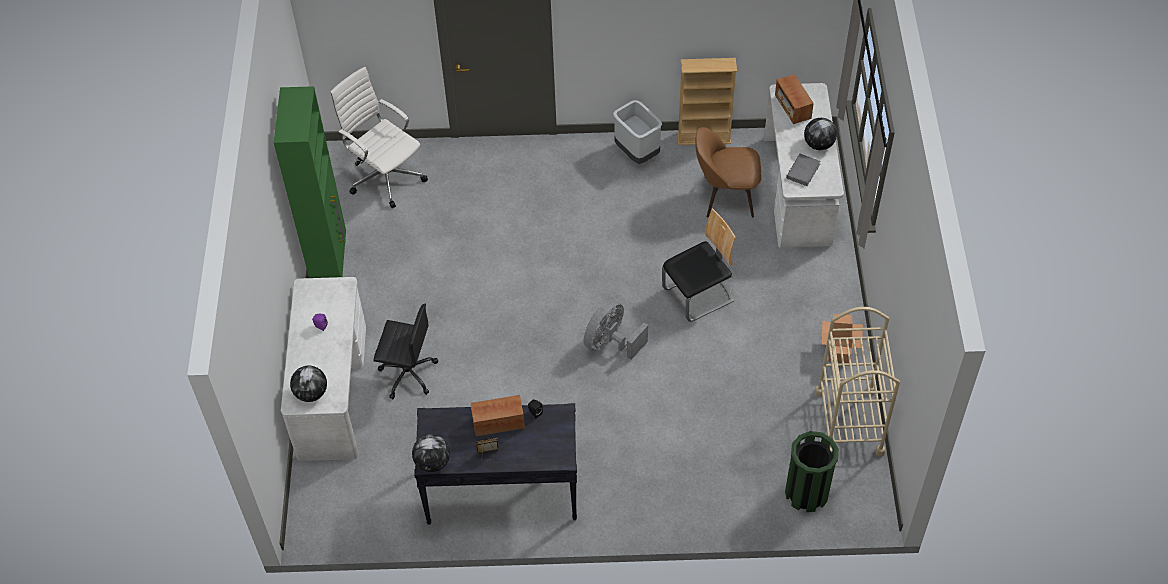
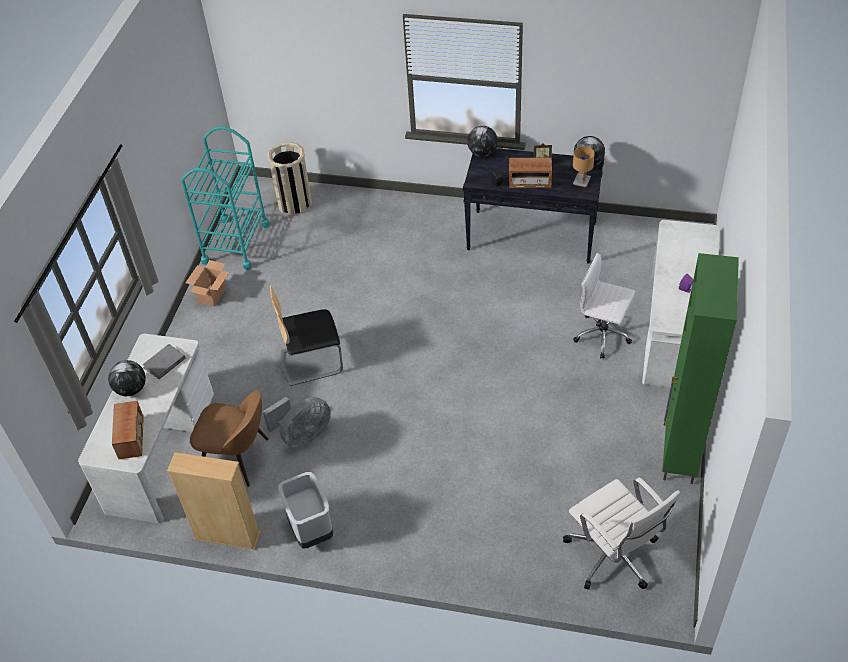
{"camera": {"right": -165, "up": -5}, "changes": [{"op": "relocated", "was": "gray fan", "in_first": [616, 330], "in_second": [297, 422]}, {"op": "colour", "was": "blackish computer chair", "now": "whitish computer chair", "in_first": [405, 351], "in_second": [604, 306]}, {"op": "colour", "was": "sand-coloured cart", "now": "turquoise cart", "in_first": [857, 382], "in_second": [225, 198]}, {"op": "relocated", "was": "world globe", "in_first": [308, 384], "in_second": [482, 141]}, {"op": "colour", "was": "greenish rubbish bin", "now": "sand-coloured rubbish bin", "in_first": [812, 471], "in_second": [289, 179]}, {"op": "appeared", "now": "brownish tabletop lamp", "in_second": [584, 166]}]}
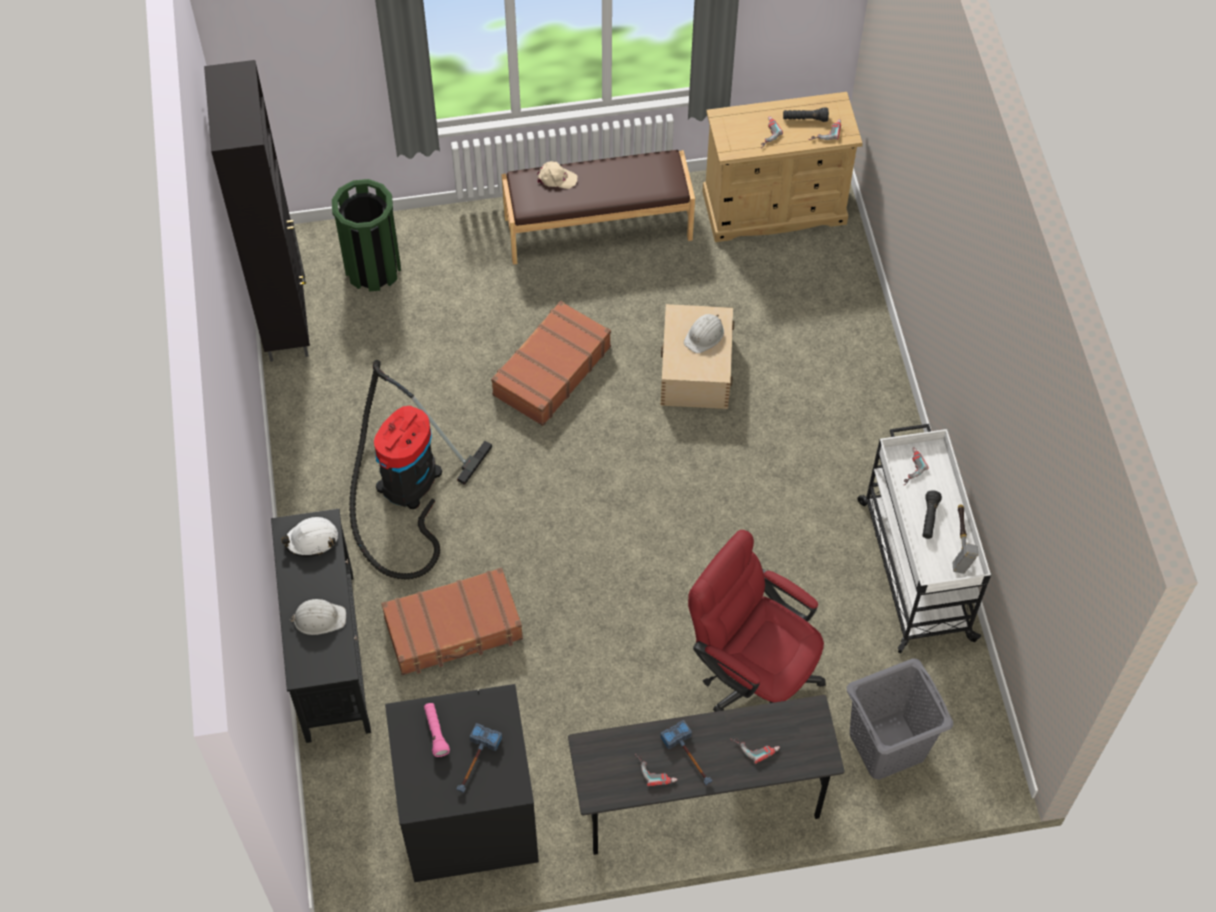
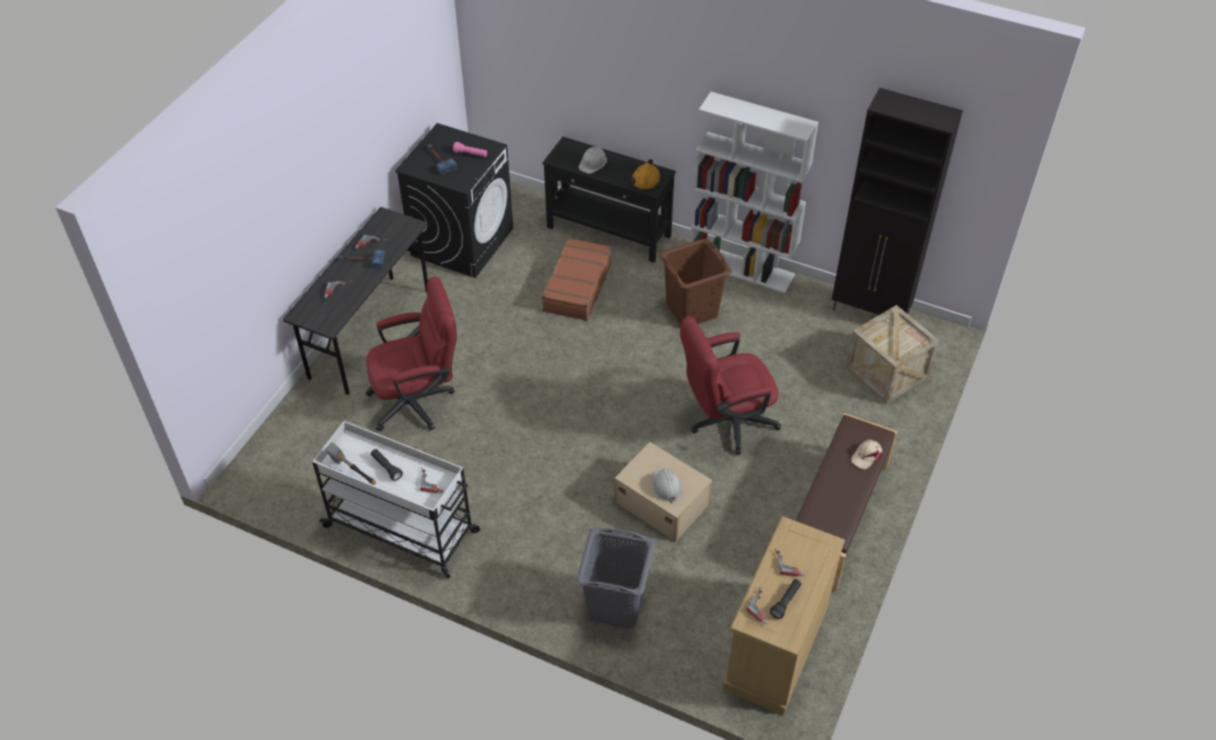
{"camera": {"right": 125, "up": -10}, "changes": [{"op": "exchanged", "was": "greenish rubbish bin", "now": "crate", "in_first": [366, 235], "in_second": [892, 354]}, {"op": "exchanged", "was": "brownish suitcase", "now": "reddish computer chair", "in_first": [551, 363], "in_second": [730, 385]}, {"op": "exchanged", "was": "vacuum cleaner", "now": "brownish laundry basket", "in_first": [420, 470], "in_second": [696, 281]}, {"op": "colour", "was": "whitish hard hat", "now": "orangey hard hat", "in_first": [309, 537], "in_second": [645, 175]}, {"op": "relocated", "was": "gray laundry basket", "in_first": [900, 719], "in_second": [615, 578]}, {"op": "appeared", "now": "whitish bookcase", "in_second": [754, 192]}]}
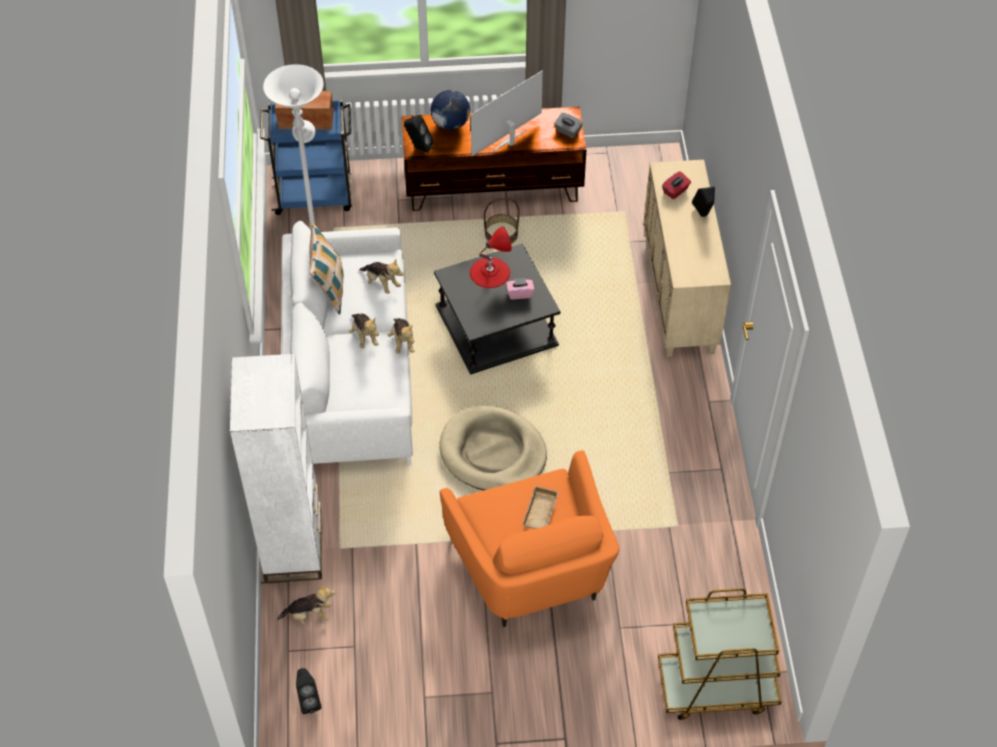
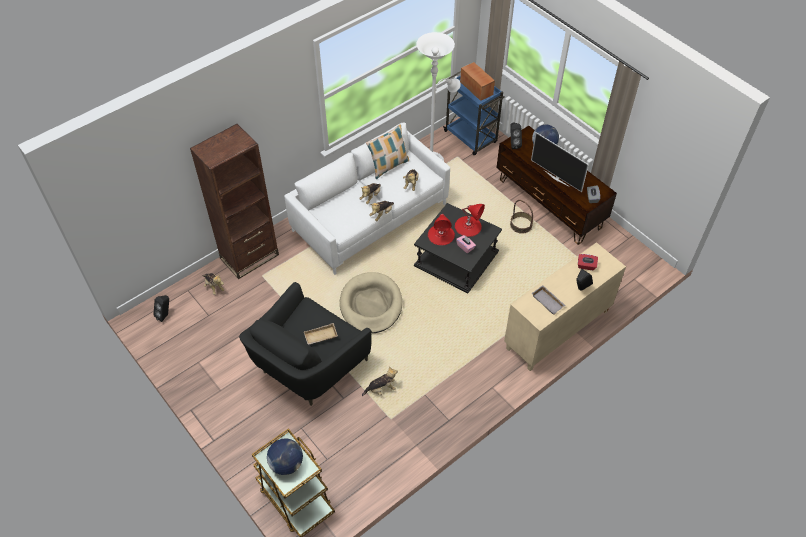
{"camera": {"right": 55, "up": 0}, "changes": [{"op": "spun", "was": "TV", "in_first": [507, 113], "in_second": [560, 162], "clockwise": -150}, {"op": "colour", "was": "whitish bookcase", "now": "brownish bookcase", "in_first": [276, 468], "in_second": [234, 201]}, {"op": "colour", "was": "orangey easy chair", "now": "blackish easy chair", "in_first": [530, 538], "in_second": [305, 344]}, {"op": "appeared", "now": "reddish tabletop lamp", "in_second": [441, 229]}, {"op": "appeared", "now": "gray serving tray", "in_second": [548, 300]}, {"op": "appeared", "now": "soft toy", "in_second": [380, 381]}, {"op": "appeared", "now": "world globe", "in_second": [285, 457]}]}
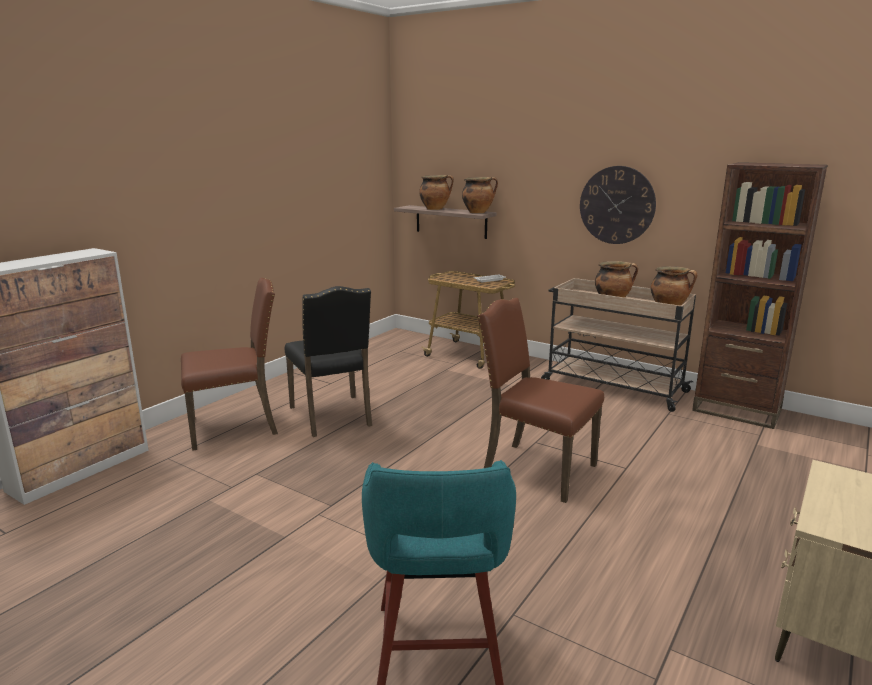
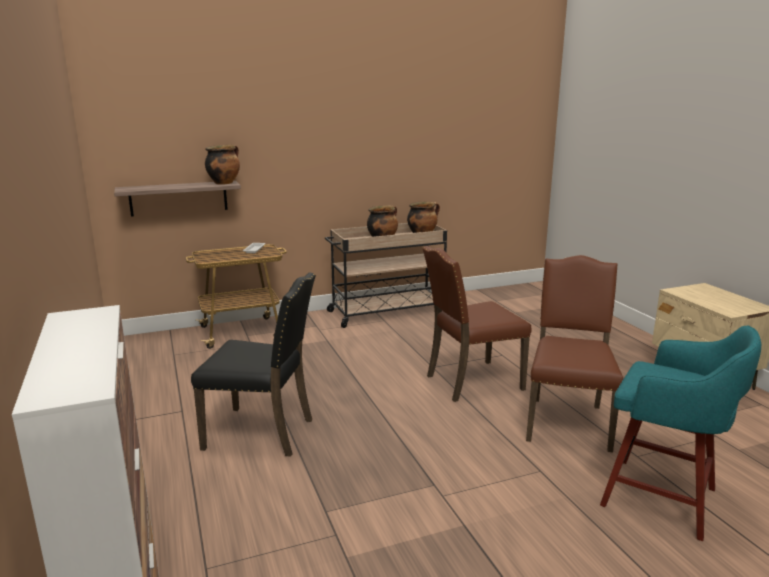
{"camera": {"right": -55, "up": 0}, "changes": [{"op": "missing", "was": "brownish bookcase", "in_first": [760, 295]}, {"op": "missing", "was": "clock on the wall", "in_first": [618, 205]}, {"op": "missing", "was": "saucepot", "in_first": [436, 192]}, {"op": "relocated", "was": "brownish plain chair", "in_first": [229, 364], "in_second": [574, 353]}]}
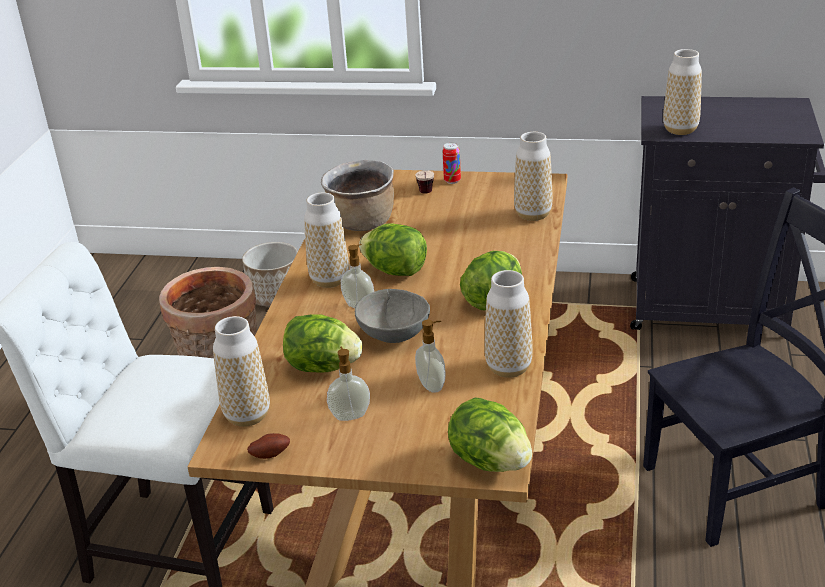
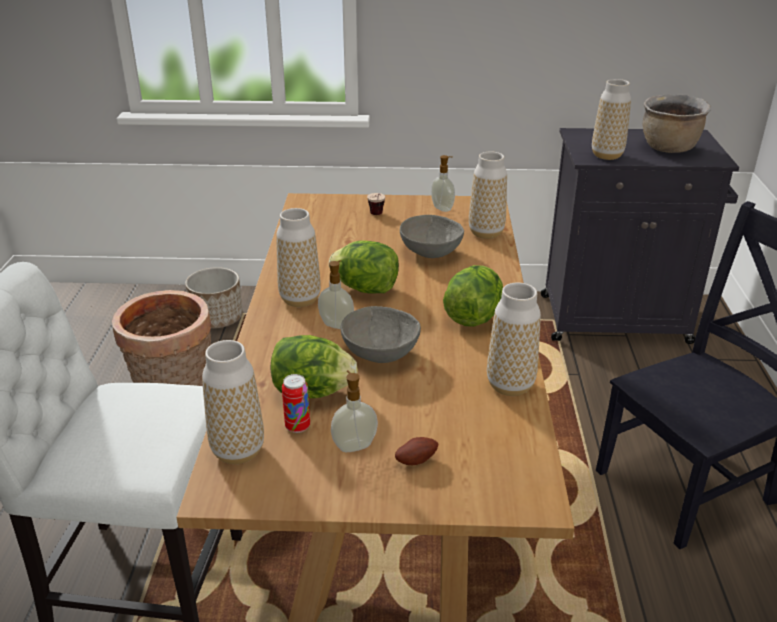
{"camera": {"right": -10, "up": 0}, "changes": [{"op": "relocated", "was": "sealed can", "in_first": [452, 163], "in_second": [296, 403]}, {"op": "relocated", "was": "brownish saucepot", "in_first": [357, 195], "in_second": [677, 123]}, {"op": "relocated", "was": "soap dispenser", "in_first": [430, 356], "in_second": [443, 183]}, {"op": "missing", "was": "head of lettuce", "in_first": [490, 435]}, {"op": "relocated", "was": "spud", "in_first": [268, 446], "in_second": [416, 451]}, {"op": "appeared", "now": "gray serving bowl", "in_second": [432, 236]}]}
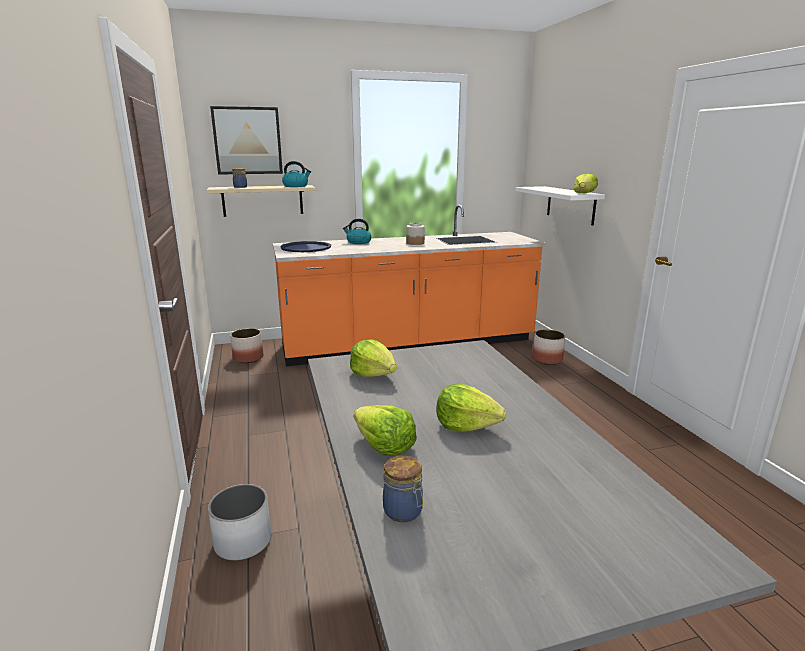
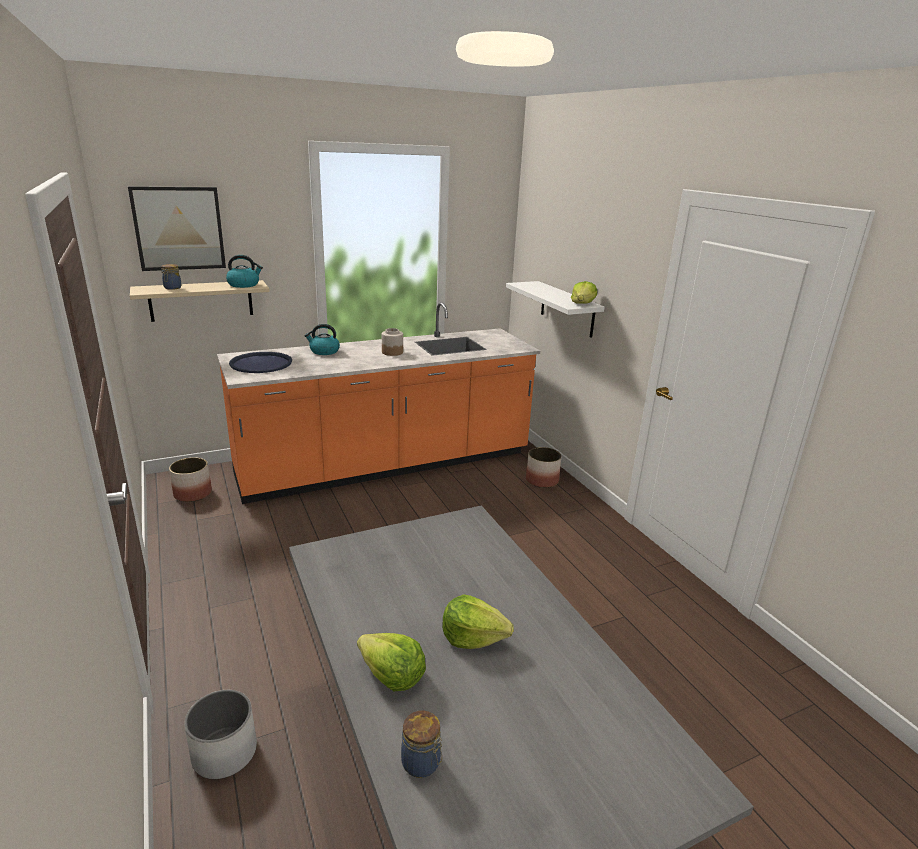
{"camera": {"right": -10, "up": 5}, "changes": [{"op": "missing", "was": "head of lettuce", "in_first": [373, 358]}]}
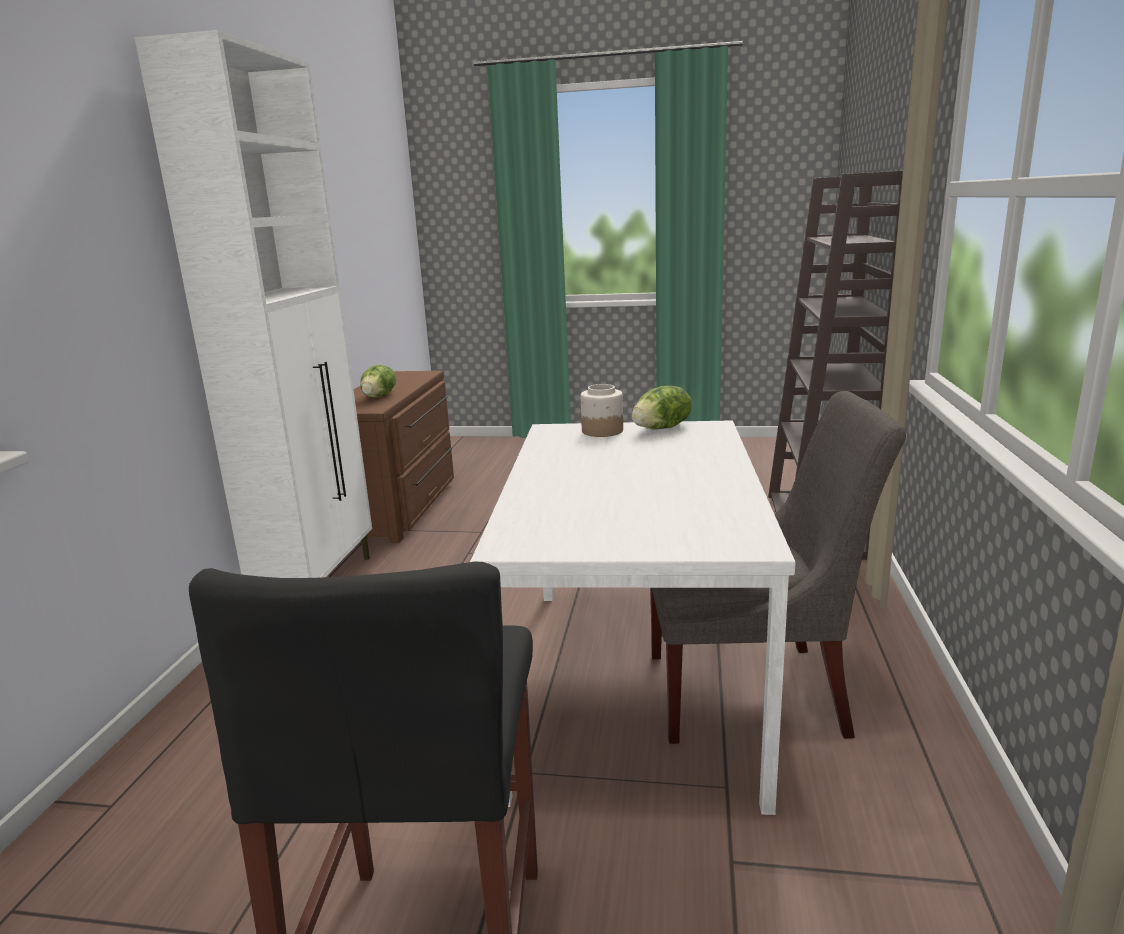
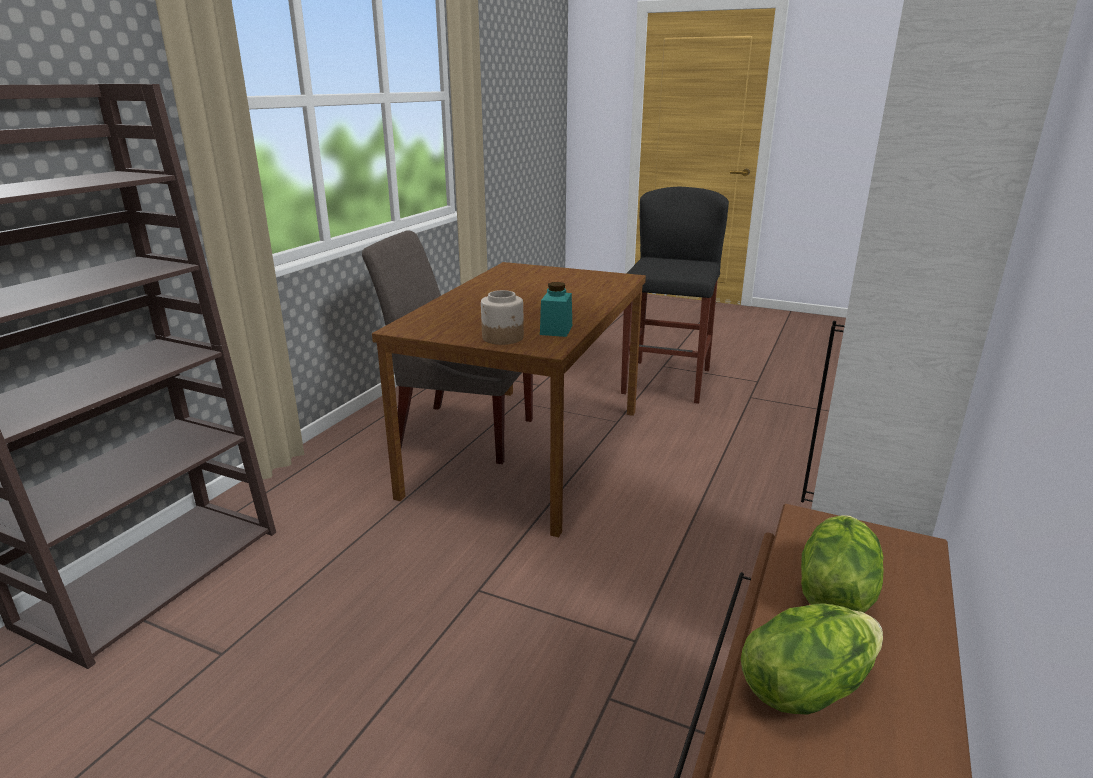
{"camera": {"right": -165, "up": 5}, "changes": [{"op": "relocated", "was": "head of lettuce", "in_first": [662, 407], "in_second": [812, 659]}, {"op": "colour", "was": "whitish dining table", "now": "brownish dining table", "in_first": [632, 617], "in_second": [509, 400]}, {"op": "appeared", "now": "turquoise storage jar", "in_second": [556, 309]}]}
